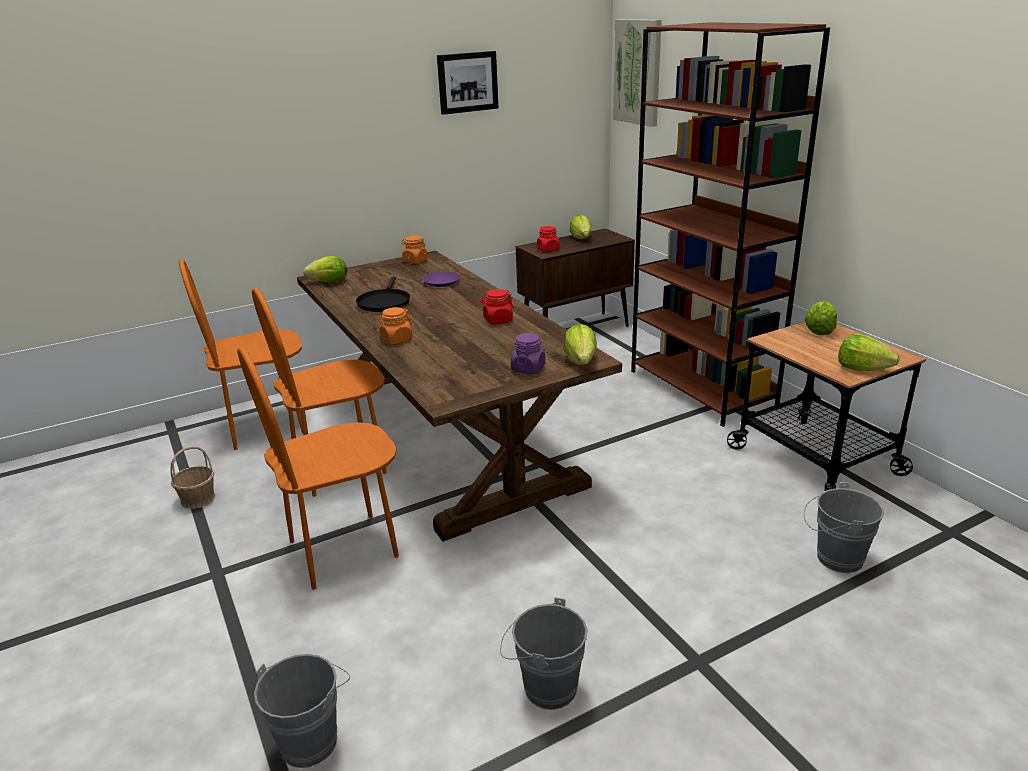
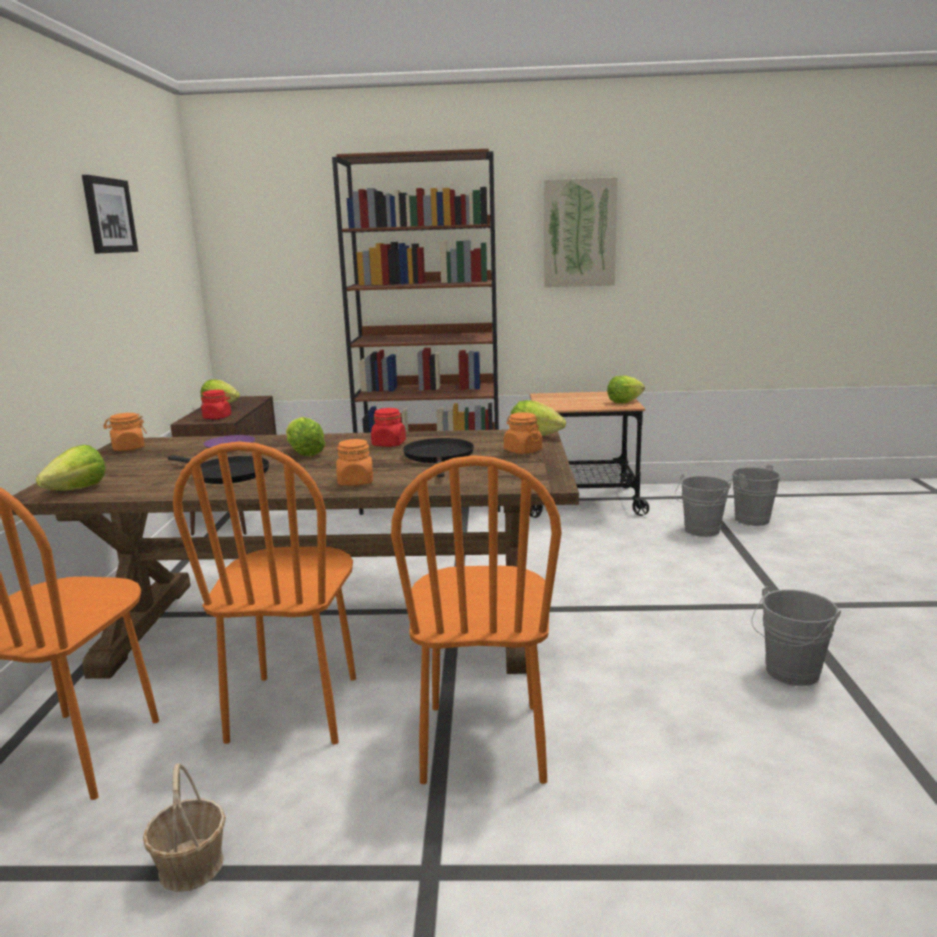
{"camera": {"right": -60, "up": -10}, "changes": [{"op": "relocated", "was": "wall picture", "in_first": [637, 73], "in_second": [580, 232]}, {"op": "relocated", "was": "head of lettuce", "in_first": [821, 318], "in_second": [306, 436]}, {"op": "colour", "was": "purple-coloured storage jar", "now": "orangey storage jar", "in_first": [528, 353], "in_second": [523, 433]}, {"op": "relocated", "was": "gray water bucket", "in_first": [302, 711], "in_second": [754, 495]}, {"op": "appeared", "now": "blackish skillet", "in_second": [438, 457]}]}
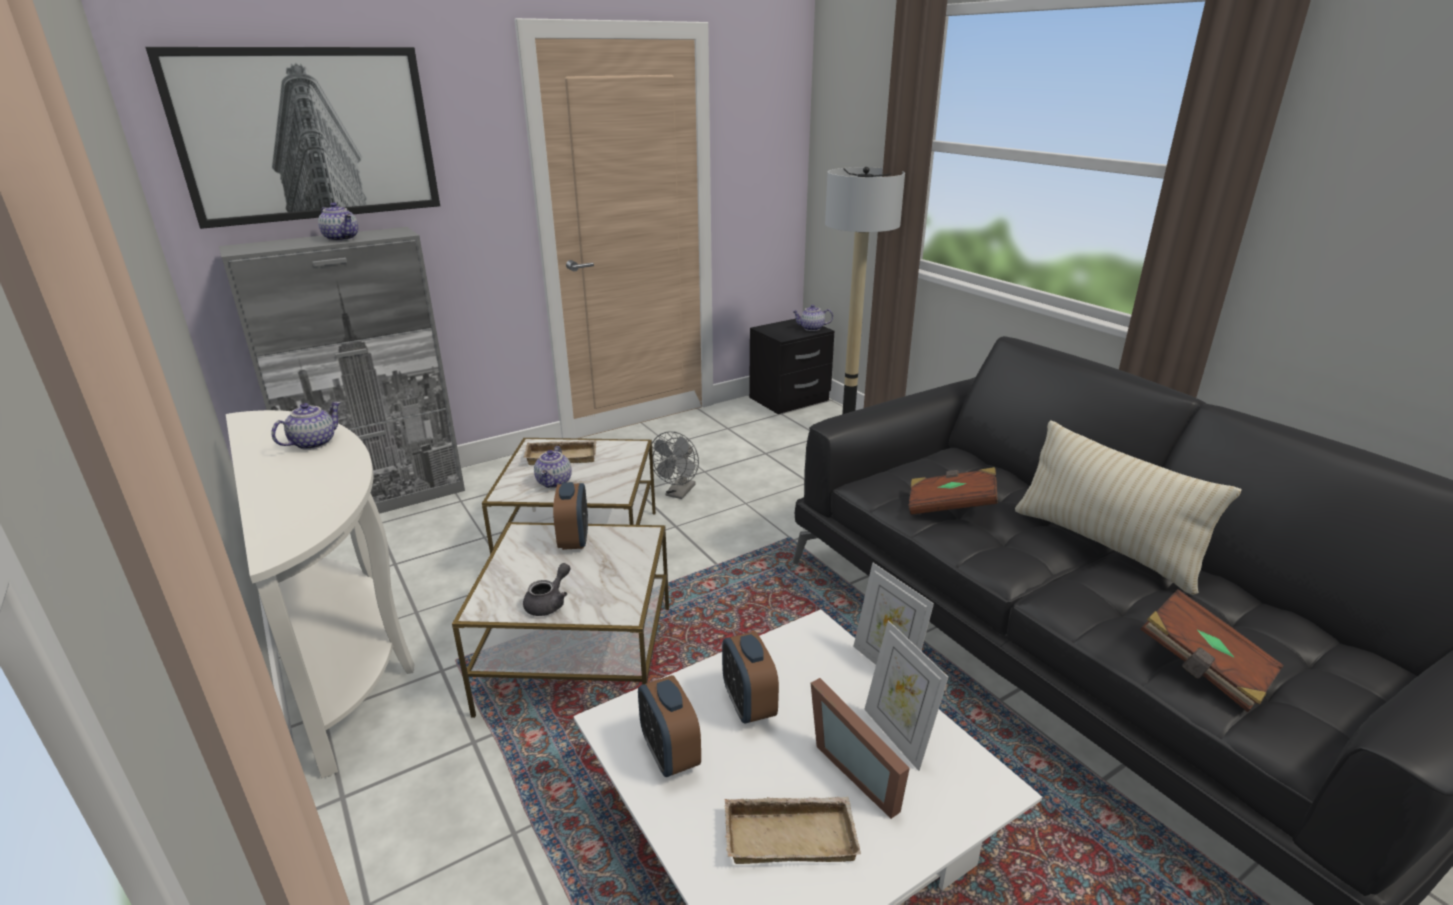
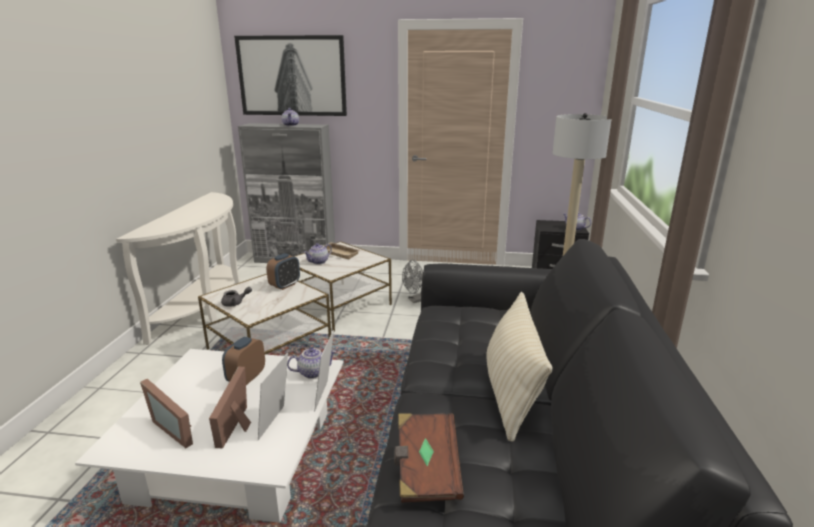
{"camera": {"right": 40, "up": -5}, "changes": [{"op": "relocated", "was": "pot for tea", "in_first": [306, 426], "in_second": [311, 363]}, {"op": "missing", "was": "brownish bound book", "in_first": [953, 491]}, {"op": "missing", "was": "bedside clock", "in_first": [669, 726]}, {"op": "exchanged", "was": "sand-coloured serving tray", "now": "photo frame", "in_first": [793, 830], "in_second": [166, 413]}]}
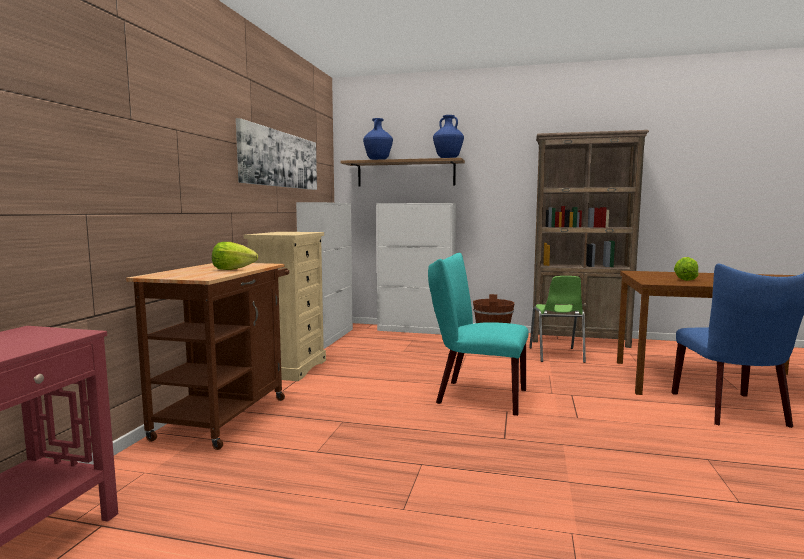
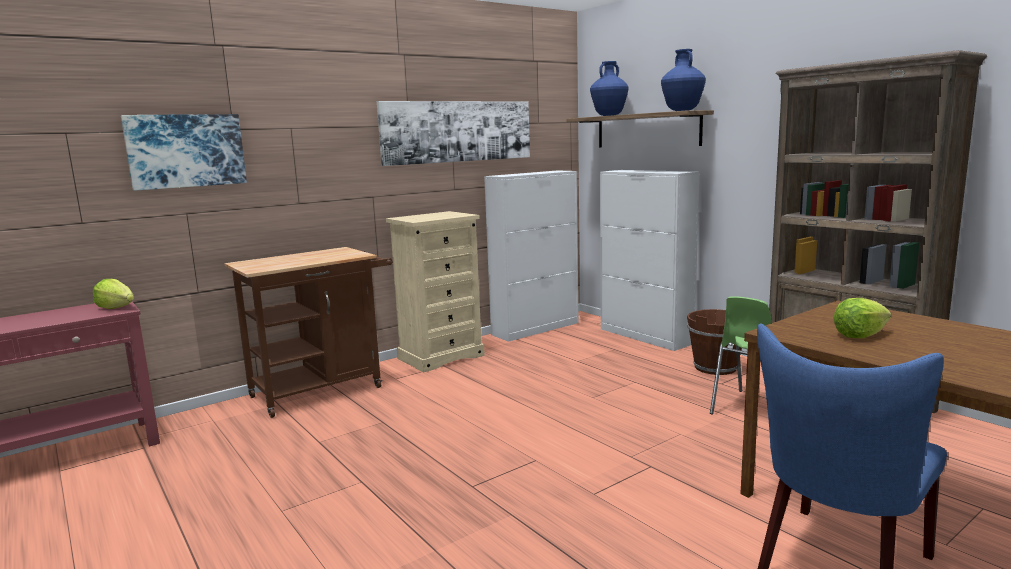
{"camera": {"right": 40, "up": 5}, "changes": [{"op": "relocated", "was": "head of lettuce", "in_first": [235, 256], "in_second": [113, 294]}, {"op": "missing", "was": "turquoise plain chair", "in_first": [478, 334]}, {"op": "appeared", "now": "wall picture", "in_second": [184, 152]}]}
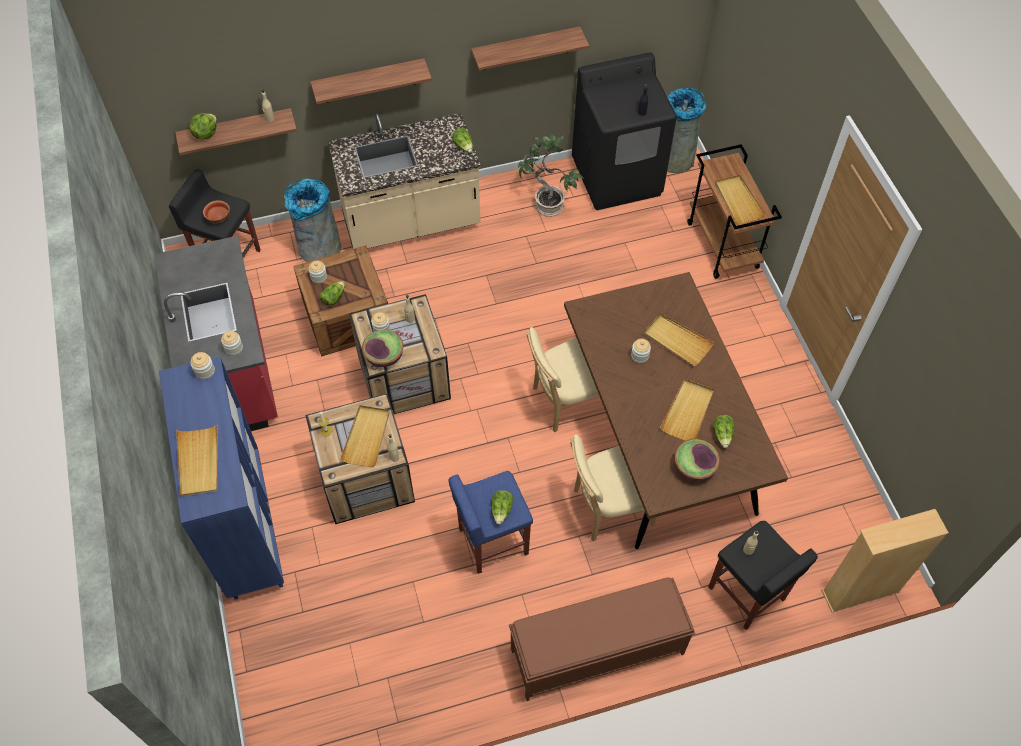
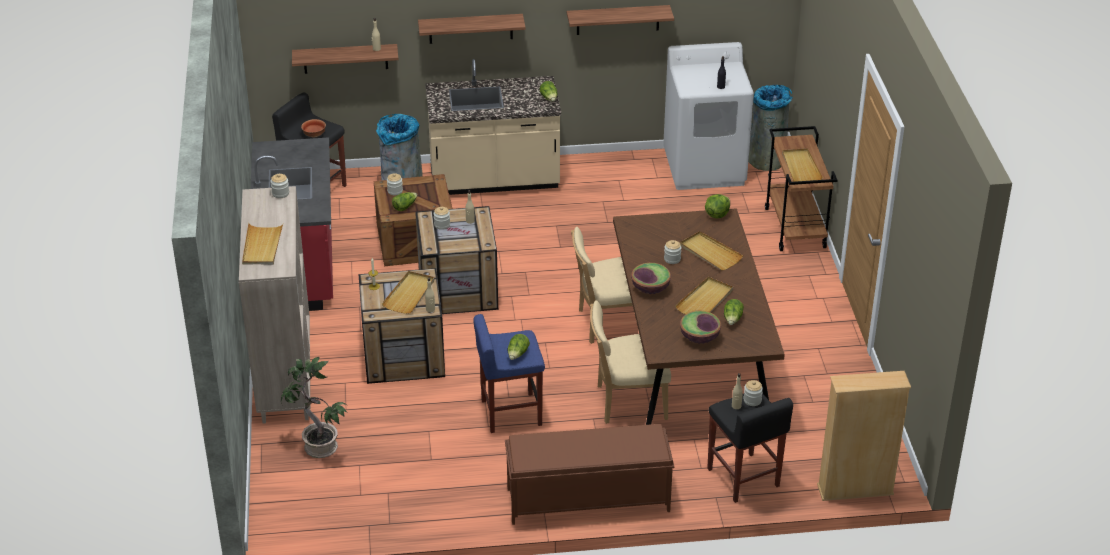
{"camera": {"right": 10, "up": -20}, "changes": [{"op": "colour", "was": "blackish laundry appliance", "now": "whitish laundry appliance", "in_first": [624, 131], "in_second": [708, 116]}, {"op": "relocated", "was": "head of lettuce", "in_first": [203, 126], "in_second": [717, 206]}, {"op": "relocated", "was": "plant in a pot", "in_first": [551, 175], "in_second": [314, 407]}, {"op": "relocated", "was": "serving bowl", "in_first": [382, 348], "in_second": [651, 278]}, {"op": "relocated", "was": "storage jar", "in_first": [232, 343], "in_second": [753, 393]}, {"op": "colour", "was": "bluish storage cabinet", "now": "sand-coloured storage cabinet", "in_first": [221, 478], "in_second": [274, 305]}]}
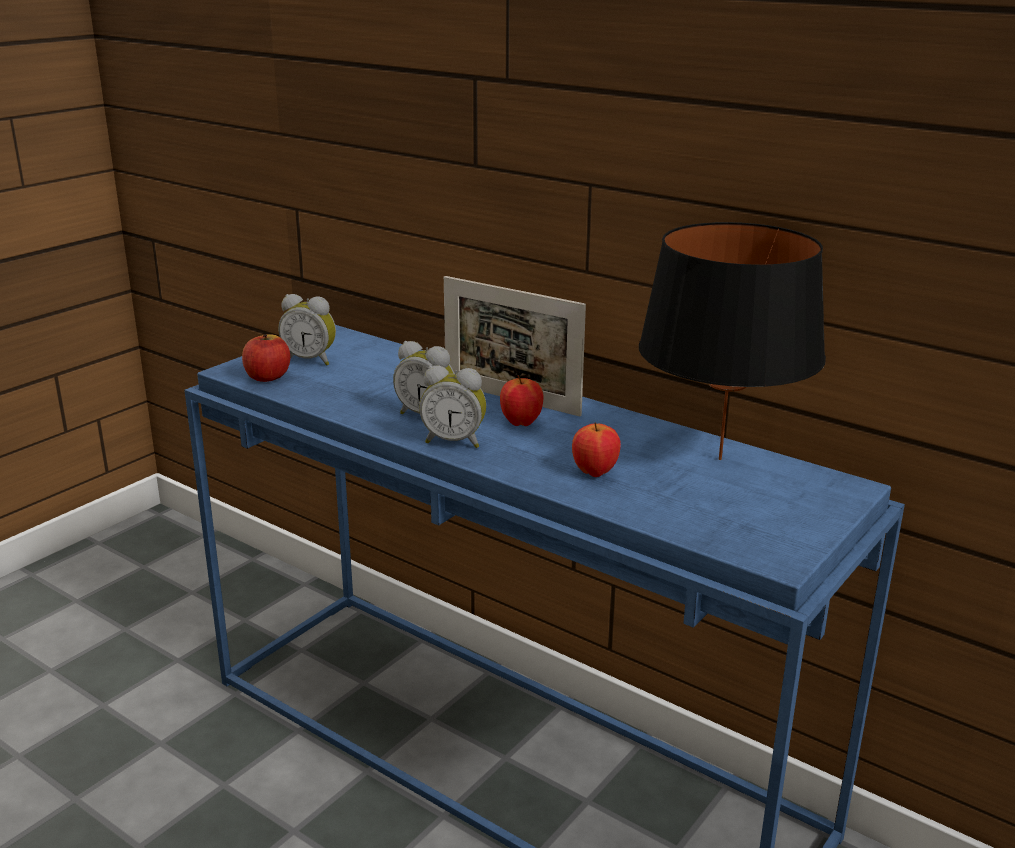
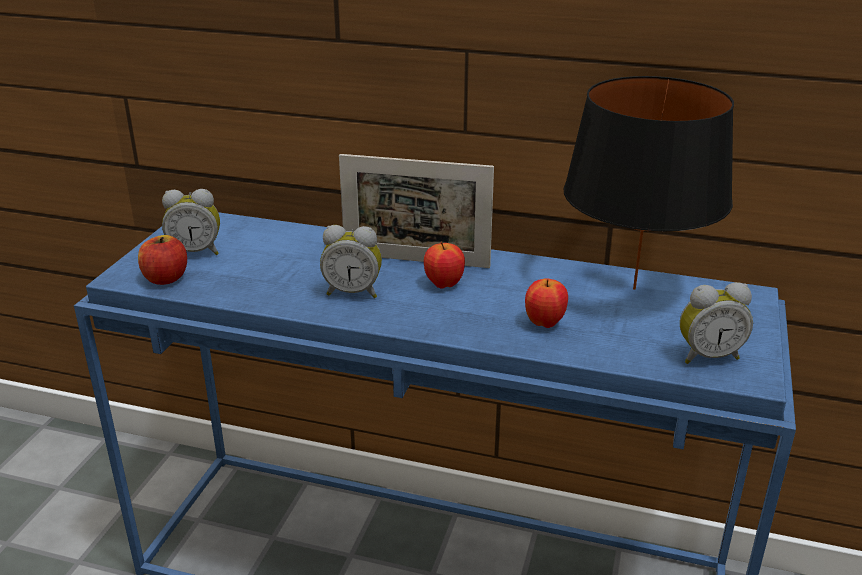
{"camera": {"right": -20, "up": 5}, "changes": [{"op": "relocated", "was": "bedside clock", "in_first": [452, 407], "in_second": [716, 323]}]}
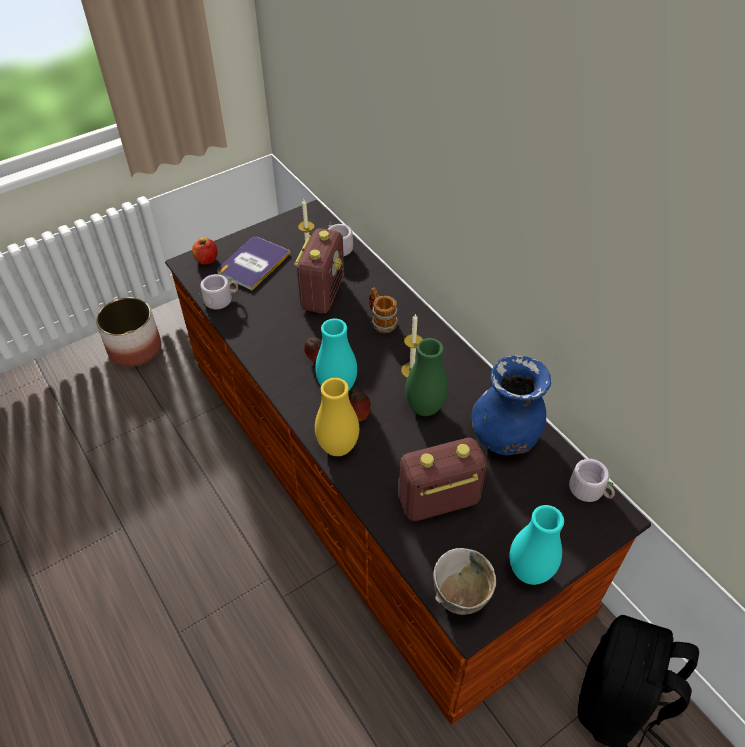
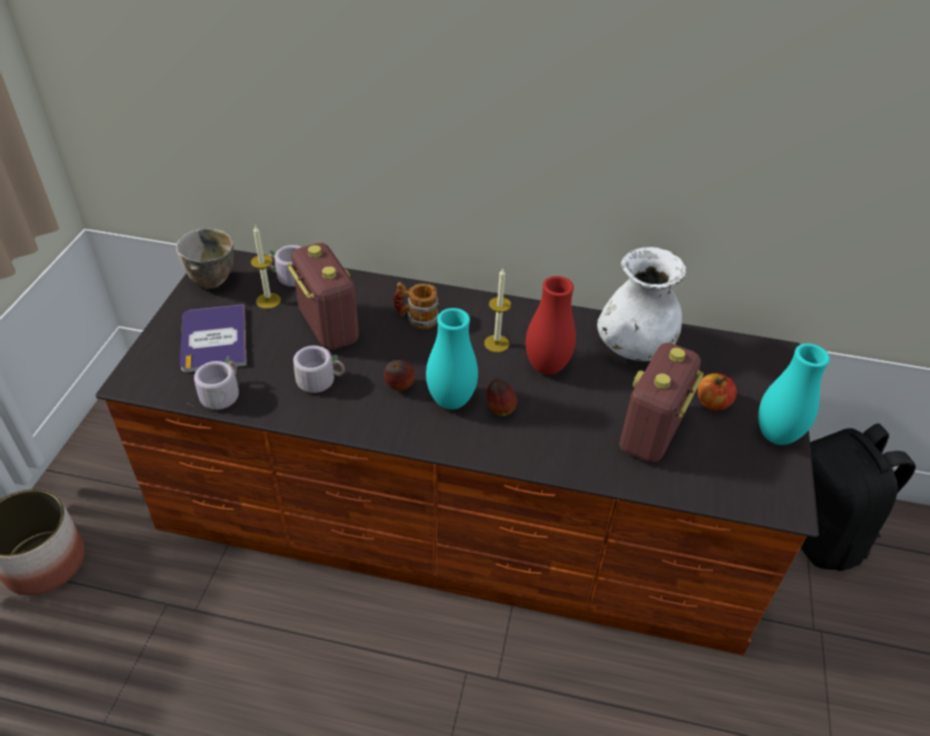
{"camera": {"right": -45, "up": -5}, "changes": [{"op": "relocated", "was": "apple fruit", "in_first": [204, 251], "in_second": [717, 392]}, {"op": "colour", "was": "greenish vase", "now": "reddish vase", "in_first": [426, 377], "in_second": [551, 325]}, {"op": "colour", "was": "bluish vase", "now": "whitish vase", "in_first": [511, 405], "in_second": [641, 304]}, {"op": "missing", "was": "yellowish vase", "in_first": [337, 417]}, {"op": "relocated", "was": "gray tea mug", "in_first": [592, 480], "in_second": [319, 369]}, {"op": "relocated", "was": "serving bowl", "in_first": [465, 581], "in_second": [205, 258]}]}
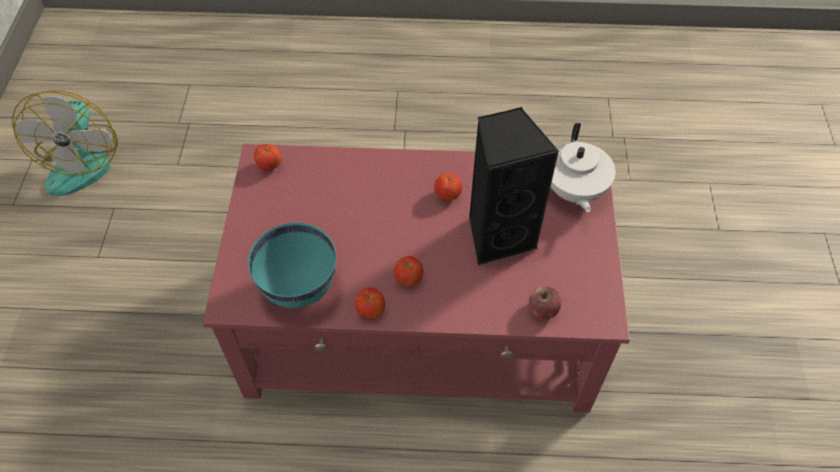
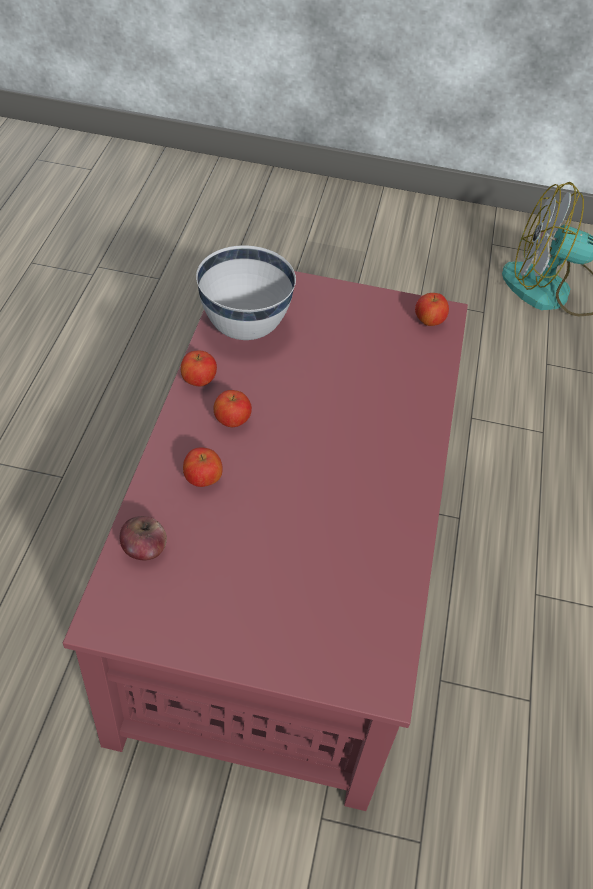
{"camera": {"right": 95, "up": -5}, "changes": [{"op": "missing", "was": "blackish speaker", "in_first": [514, 186]}, {"op": "missing", "was": "whitish pot for tea", "in_first": [583, 167]}, {"op": "relocated", "was": "apple fruit", "in_first": [448, 187], "in_second": [203, 467]}, {"op": "colour", "was": "turquoise serving bowl", "now": "whitish serving bowl", "in_first": [292, 265], "in_second": [246, 292]}]}
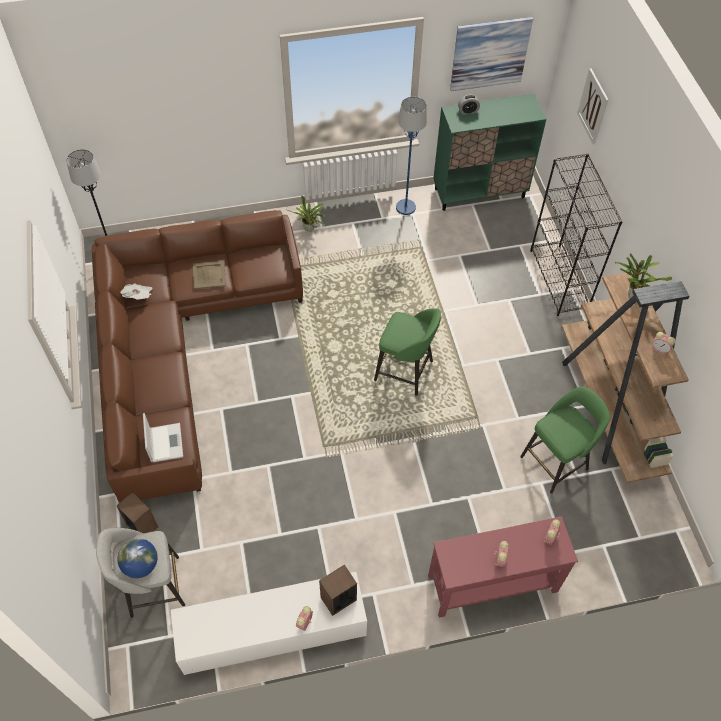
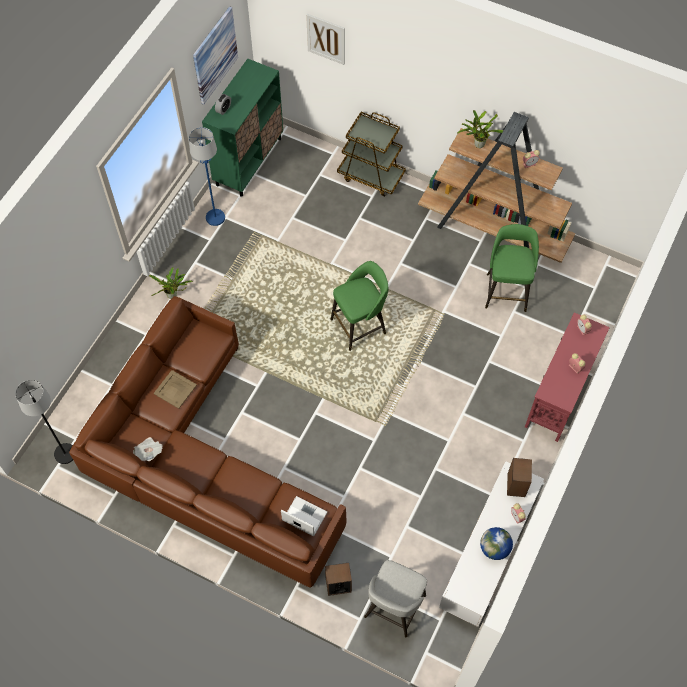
{"camera": {"right": -50, "up": 5}, "changes": [{"op": "exchanged", "was": "blackish bookcase", "now": "brownish cart", "in_first": [576, 234], "in_second": [371, 154]}, {"op": "relocated", "was": "world globe", "in_first": [137, 558], "in_second": [496, 543]}]}
